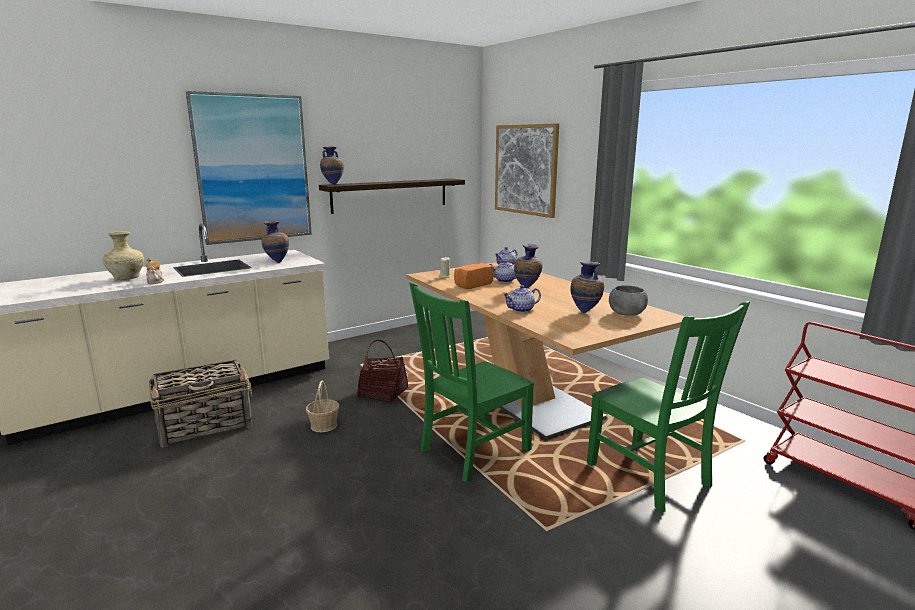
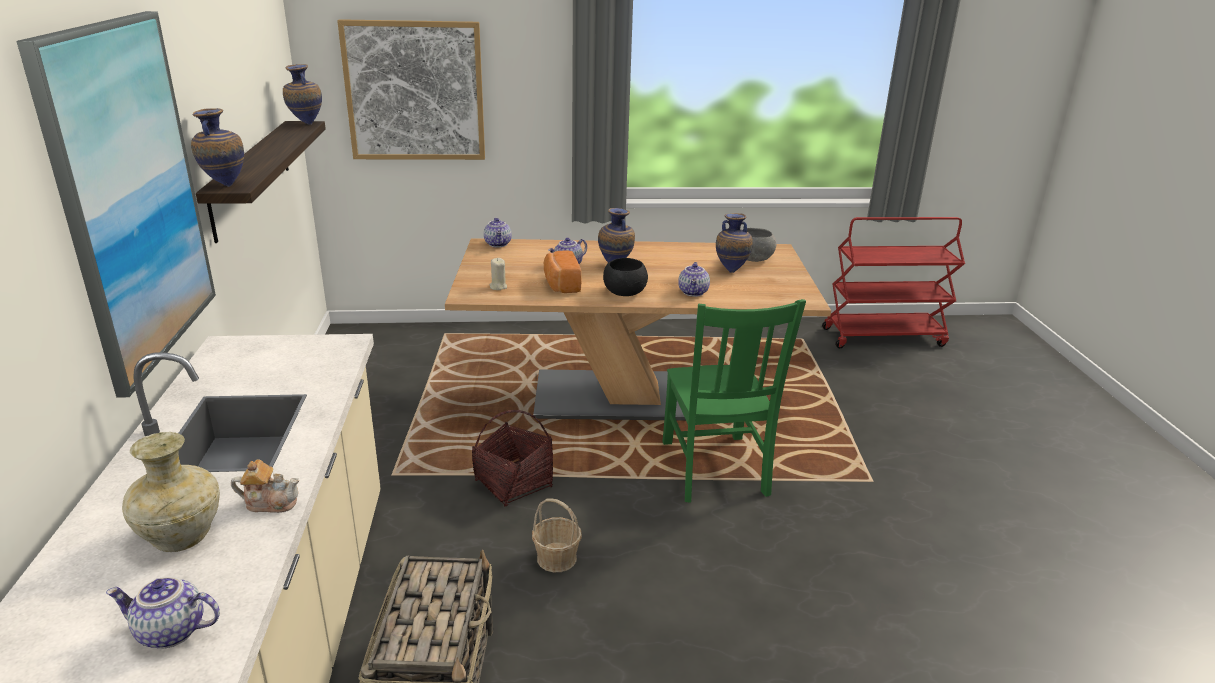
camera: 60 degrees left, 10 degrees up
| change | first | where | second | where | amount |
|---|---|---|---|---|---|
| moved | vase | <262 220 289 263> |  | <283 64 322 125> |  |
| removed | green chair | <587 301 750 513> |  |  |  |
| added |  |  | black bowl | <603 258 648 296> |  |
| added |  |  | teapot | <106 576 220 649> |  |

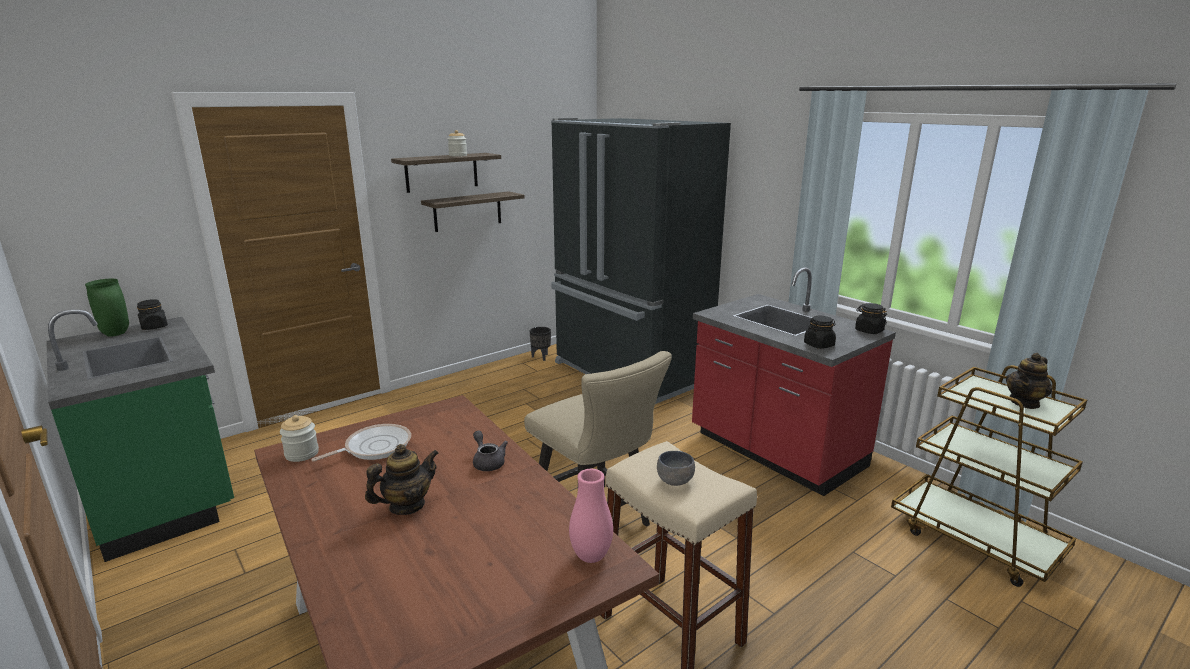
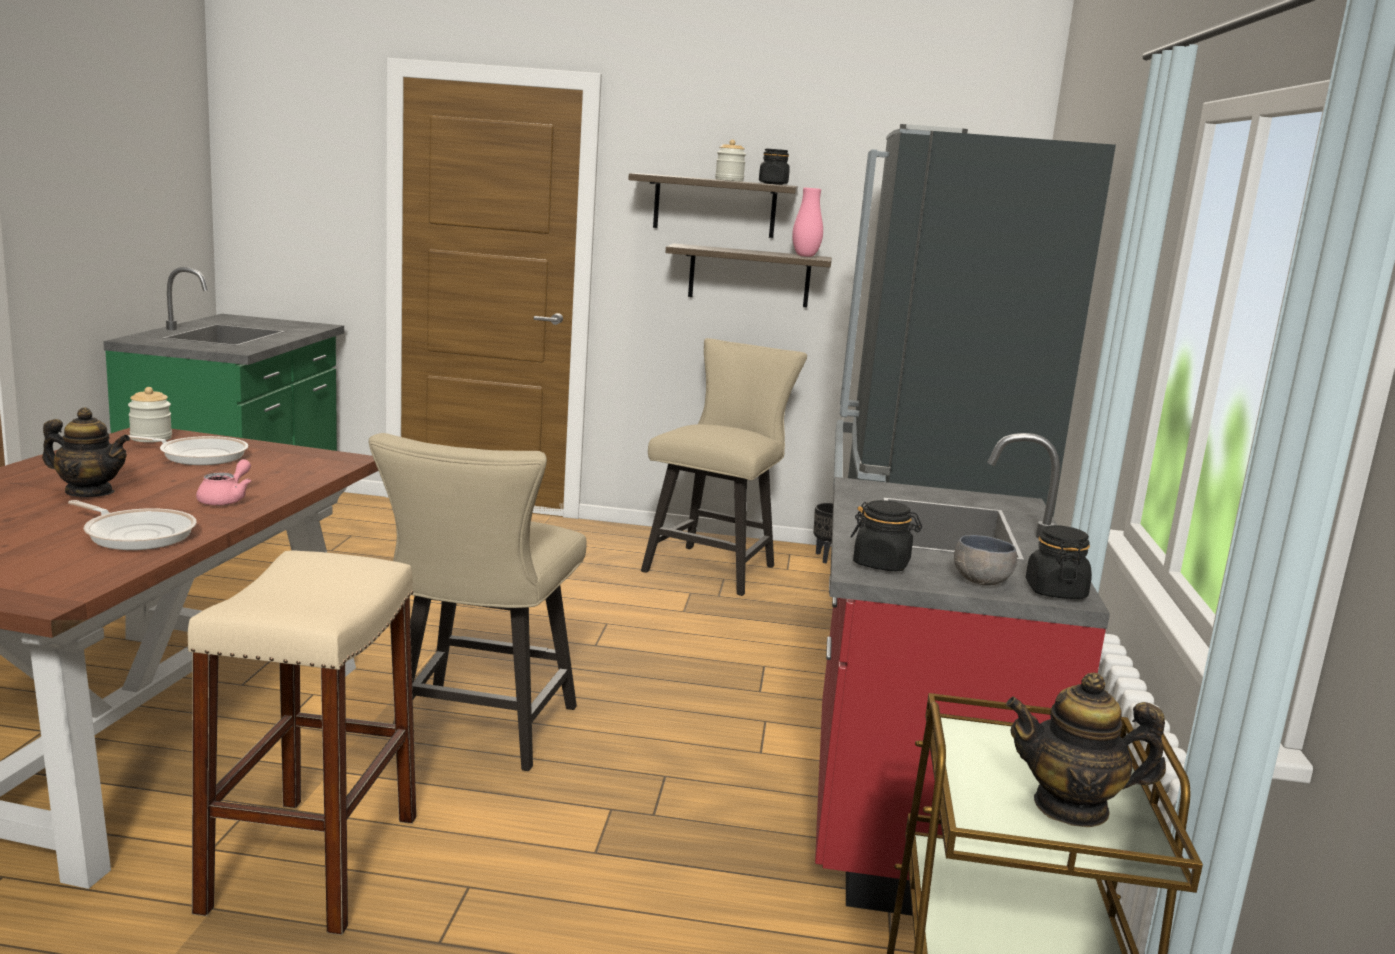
camera: 45 degrees right, 5 degrees down
| change | first | where | second | where | amount |
|---|---|---|---|---|---|
| removed | green vase | <85 279 129 337> |  |  |  |
| moved | black jar | <137 299 168 330> |  | <759 149 790 185> |  |
| recoloured | grey teapot | <473 431 508 471> | pink teapot | <196 459 251 506> |  |
| moved | grey bowl | <657 451 695 486> |  | <954 535 1017 586> |  |
| moved | pink vase | <569 469 613 563> |  | <792 188 823 257> |  |
| added |  |  | beige chair | <641 338 807 596> |  |
| added |  |  | frying pan | <68 500 197 550> |  |

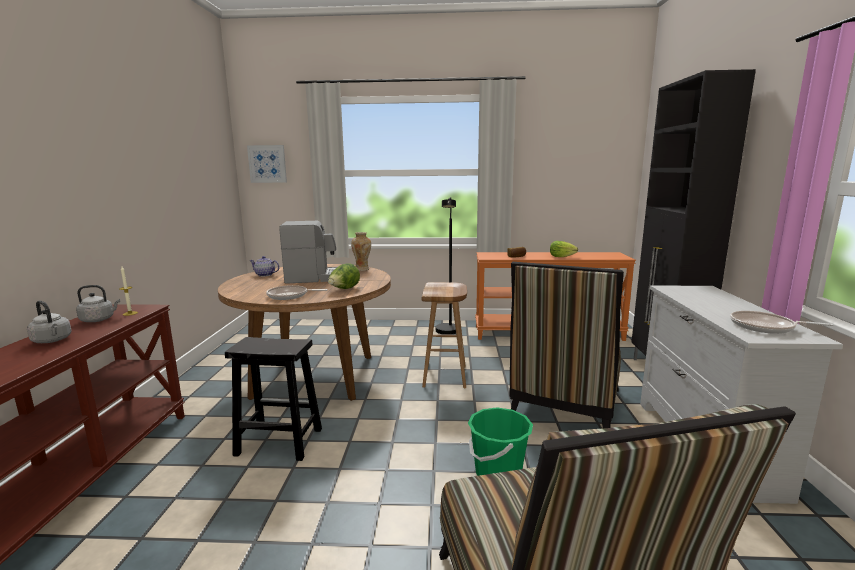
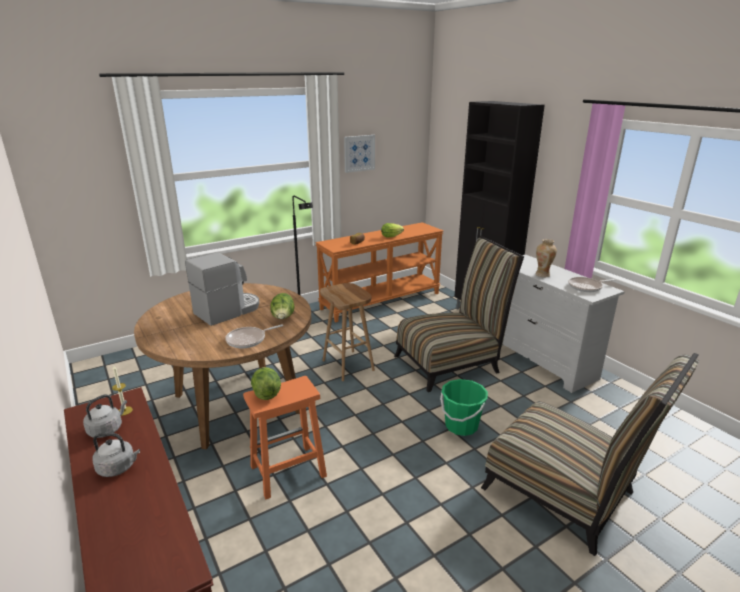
camera: 35 degrees left, 10 degrees up
| change | first | where | second | where | amount |
|---|---|---|---|---|---|
| moved | picture | <247 145 287 183> |  | <344 135 375 173> |  |
| moved | vase | <351 232 371 271> |  | <535 239 557 277> |  |
| removed | teapot | <249 256 279 277> |  |  |  |
| turned | chair | <510 262 624 428> |  | <394 236 524 392> | 105 degrees counterclockwise |
| recoloured | black stool | <225 337 322 461> | orange stool | <243 376 327 500> |  |
| added |  |  | lettuce | <251 367 281 400> |  |

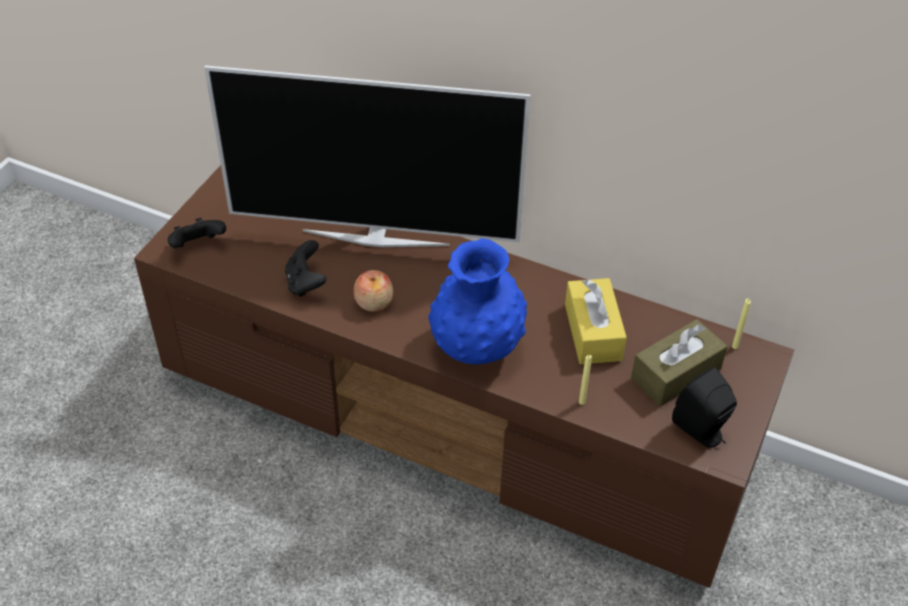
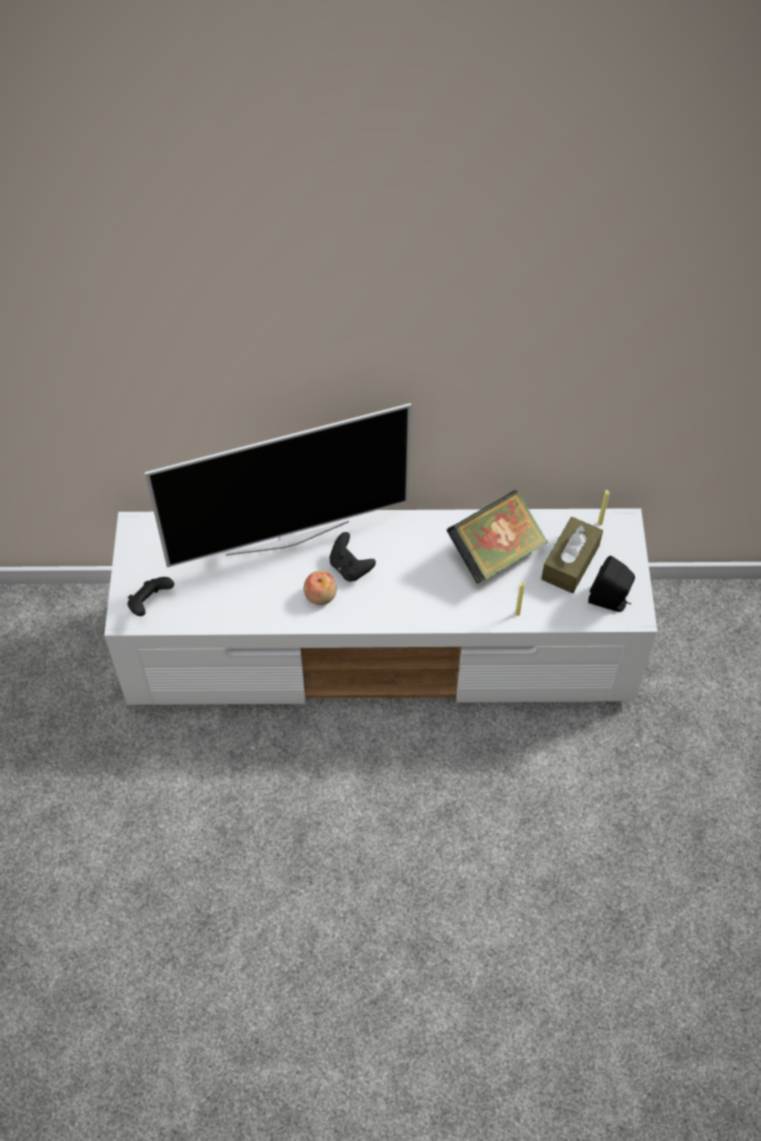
camera: 25 degrees left, 10 degrees up
| change | first | where | second | where | amount |
|---|---|---|---|---|---|
| recoloured | brown tv stand | <134 165 794 588> | white tv stand | <104 508 657 705> |  |
| removed | blue vase | <428 238 527 364> |  |  |  |
| moved | black game controller | <285 240 326 297> |  | <329 532 376 582> |  |
| replaced | yellow tissue box | <565 278 627 364> | book | <447 490 548 584> |  |

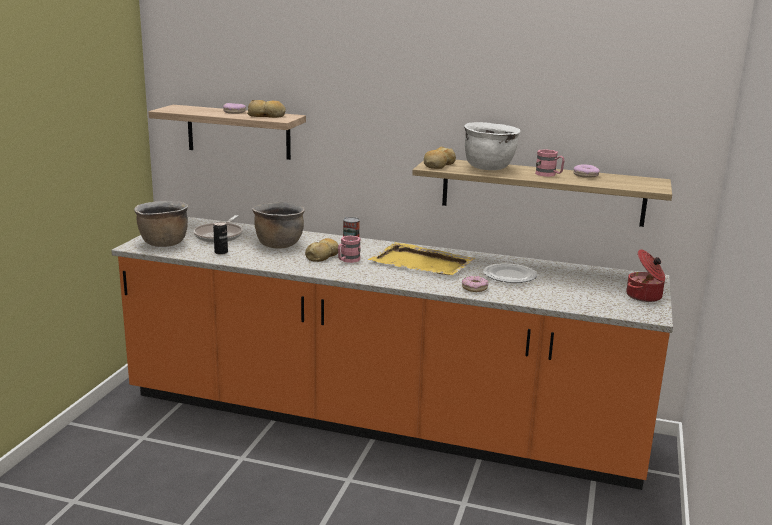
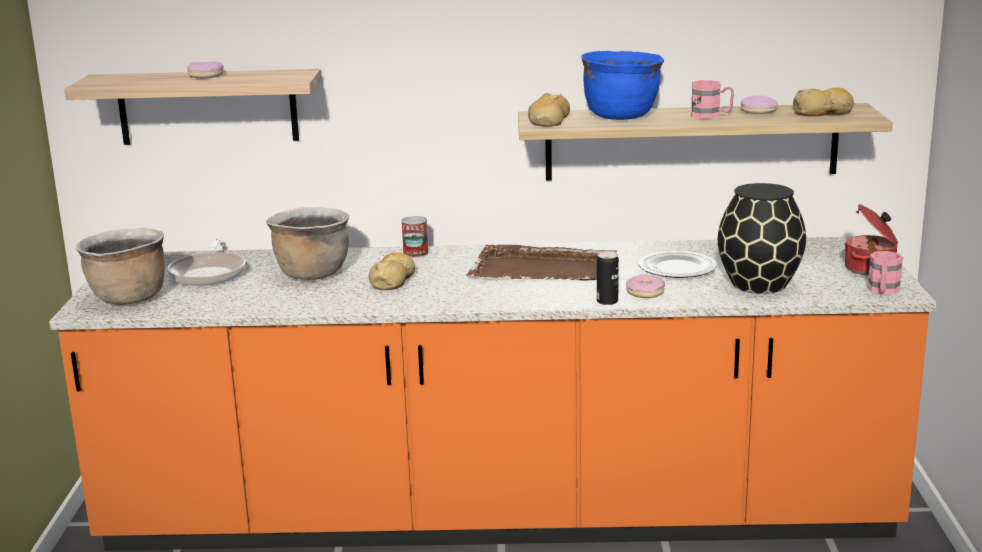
camera: 15 degrees left, 0 degrees up
| change | first | where | second | where | amount |
|---|---|---|---|---|---|
| moved | bread | <247 100 286 118> |  | <793 87 854 116> |  |
| recoloured | white cooking pot | <464 122 520 170> | blue cooking pot | <581 51 664 120> |  |
| moved | can | <213 222 228 255> |  | <597 251 619 305> |  |
| moved | pink mug | <338 236 361 263> |  | <867 251 903 295> |  |
| recoloured | yellow tray | <368 242 475 275> | brown tray | <466 245 617 281> |  |
| added |  |  | black vase | <718 183 806 294> |  |

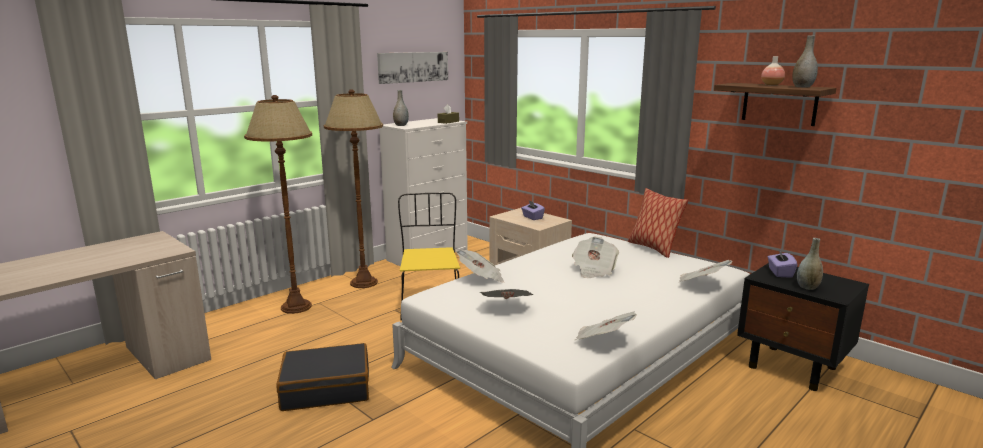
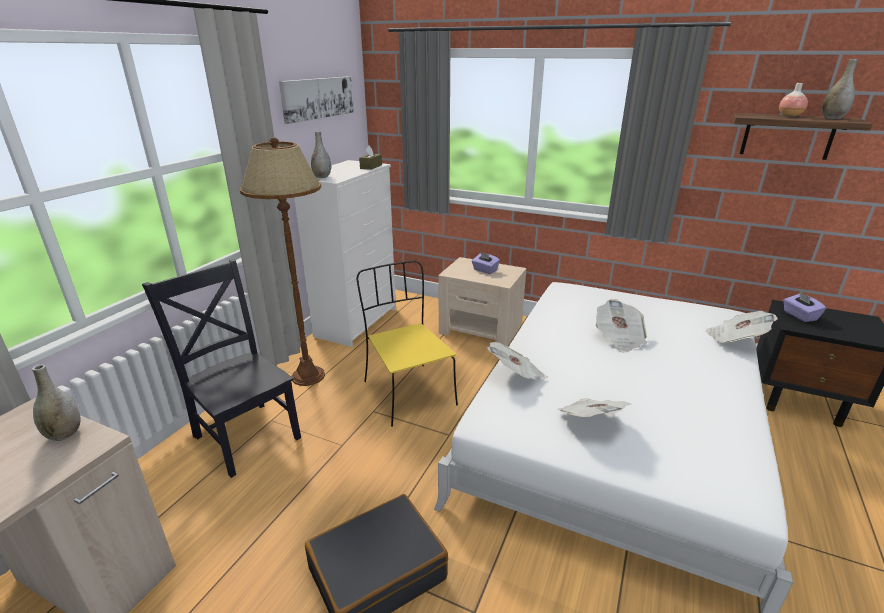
camera: 20 degrees left, 10 degrees up
| change | first | where | second | where | amount |
|---|---|---|---|---|---|
| replaced | brown floor lamp | <244 95 312 314> | black chair | <142 259 301 478> |  |
| removed | pillow | <628 188 688 258> |  |  |  |
| moved | grey vase | <797 238 823 290> |  | <32 364 81 441> |  |
| removed | newspaper | <575 311 637 340> |  |  |  |

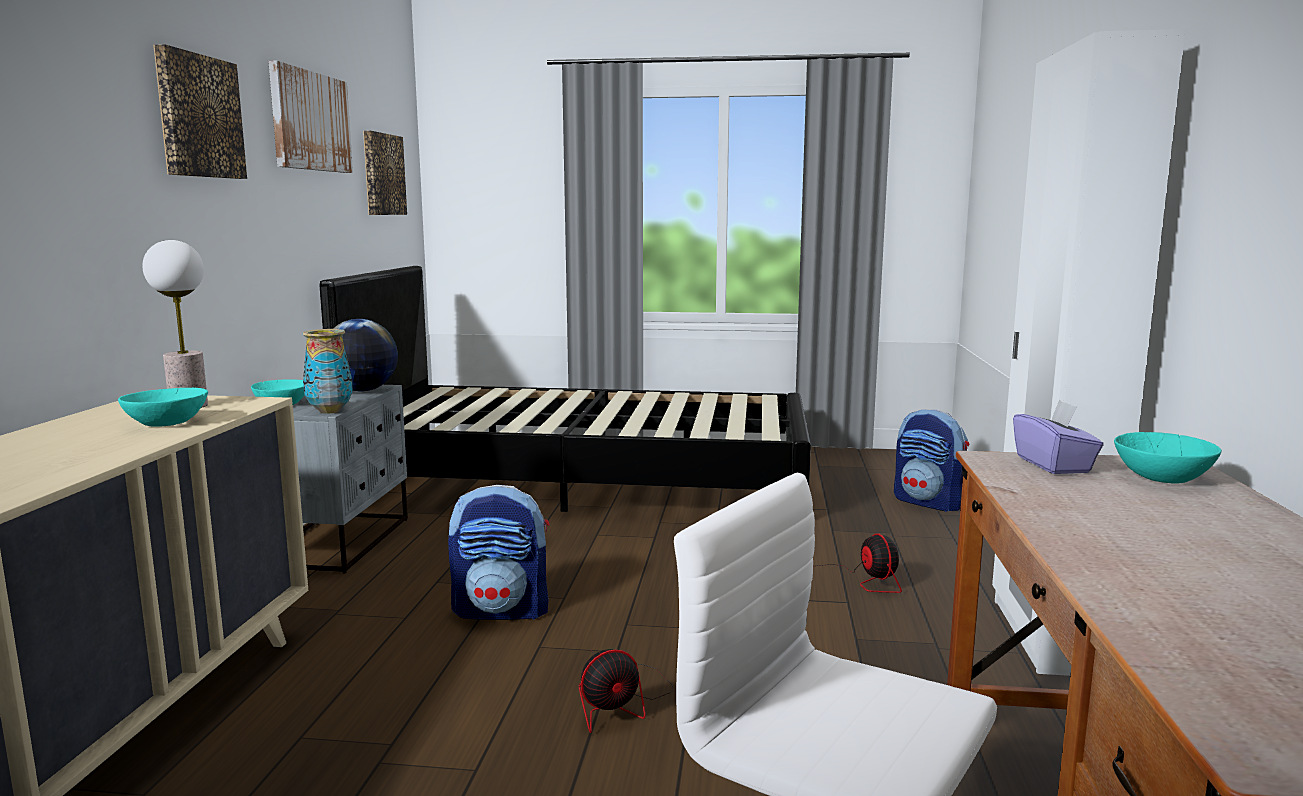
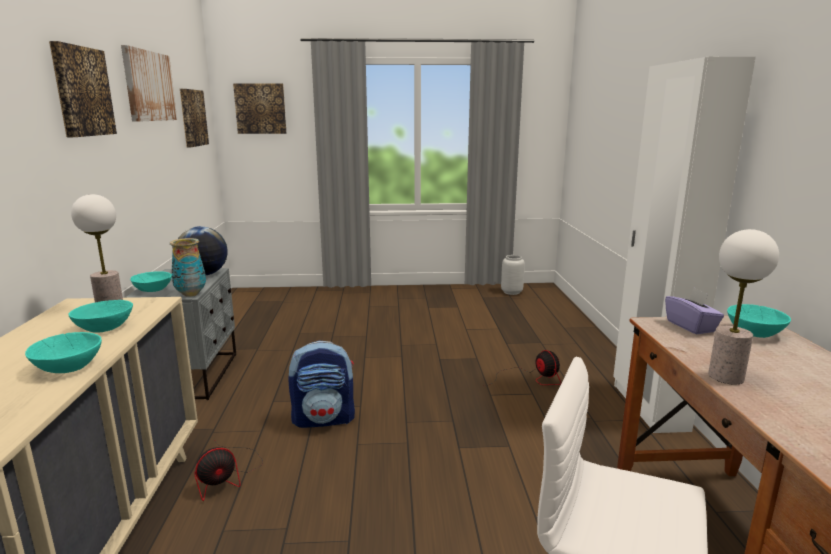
camera: 10 degrees left, 5 degrees up
| change | first | where | second | where | amount |
|---|---|---|---|---|---|
| removed | black bed | <320 266 811 512> |  |  |  |
| removed | backpack | <894 409 969 512> |  |  |  |
| moved | fan | <579 649 673 733> |  | <194 441 263 501> |  |
| added |  |  | picture | <233 84 287 134> |  |
| added |  |  | table lamp | <708 229 779 385> |  |
| added |  |  | grey vase | <501 255 525 295> |  |
| added |  |  | turquoise bowl | <25 332 102 373> |  |

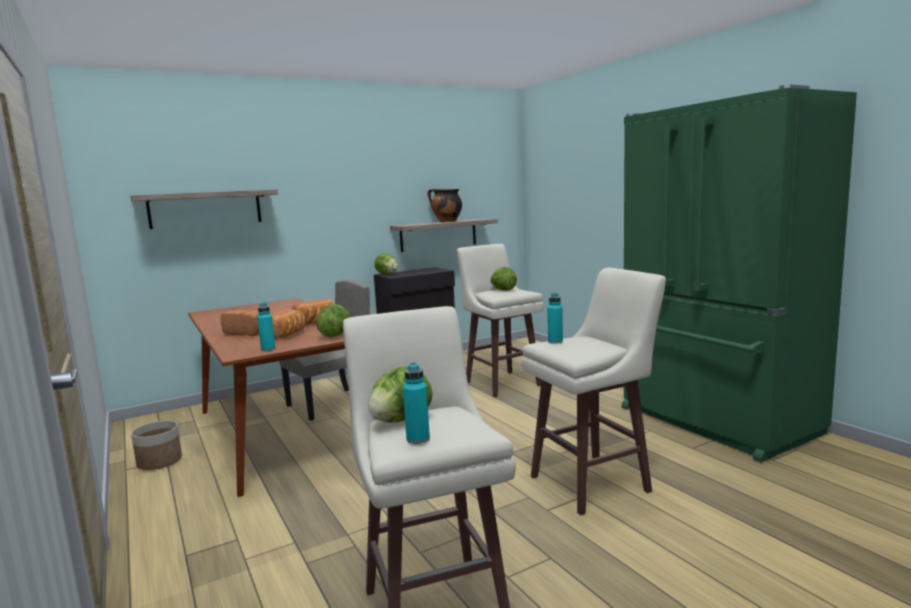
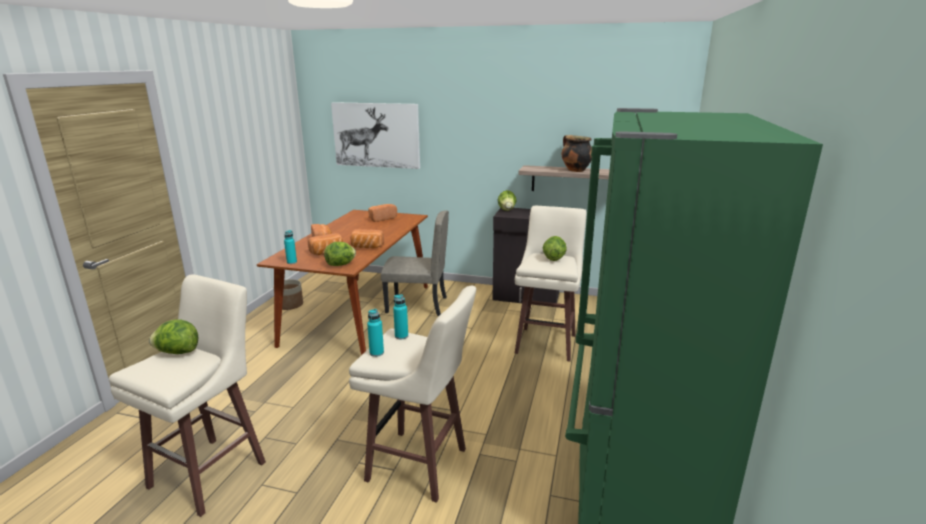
camera: 45 degrees right, 10 degrees up
| change | first | where | second | where | amount |
|---|---|---|---|---|---|
| replaced | shelf | <130 189 278 229> | picture | <331 102 420 169> |  |
| moved | turquoise bottle | <403 363 430 444> |  | <367 309 384 357> |  |
| added |  |  | bread | <368 204 397 222> |  |

